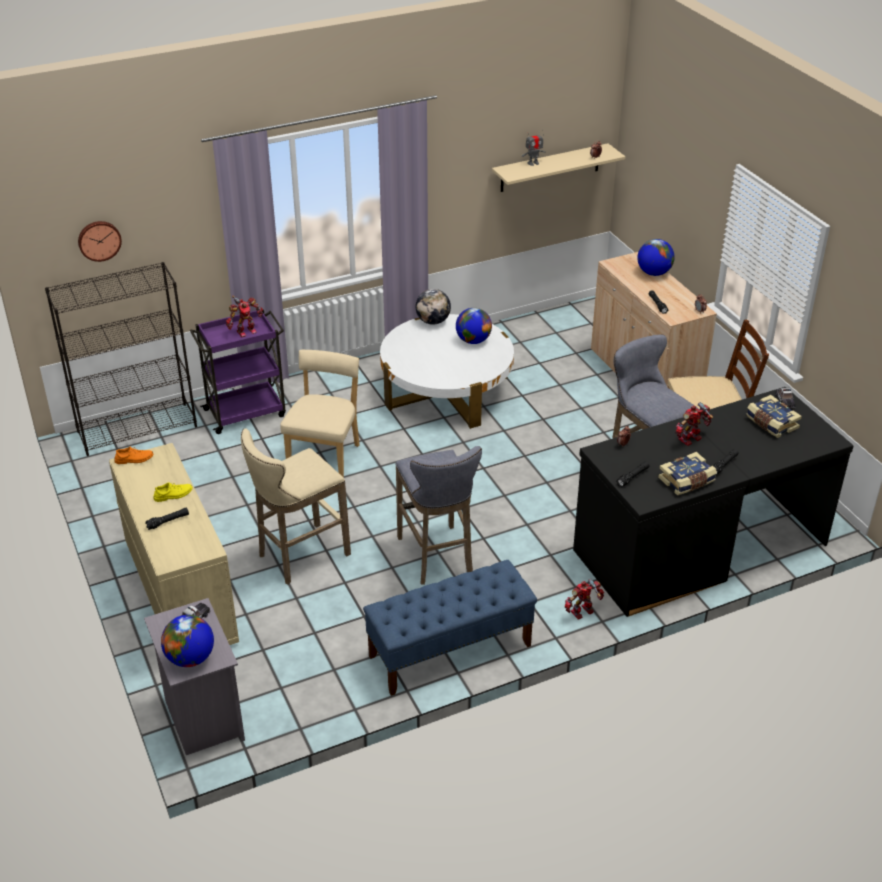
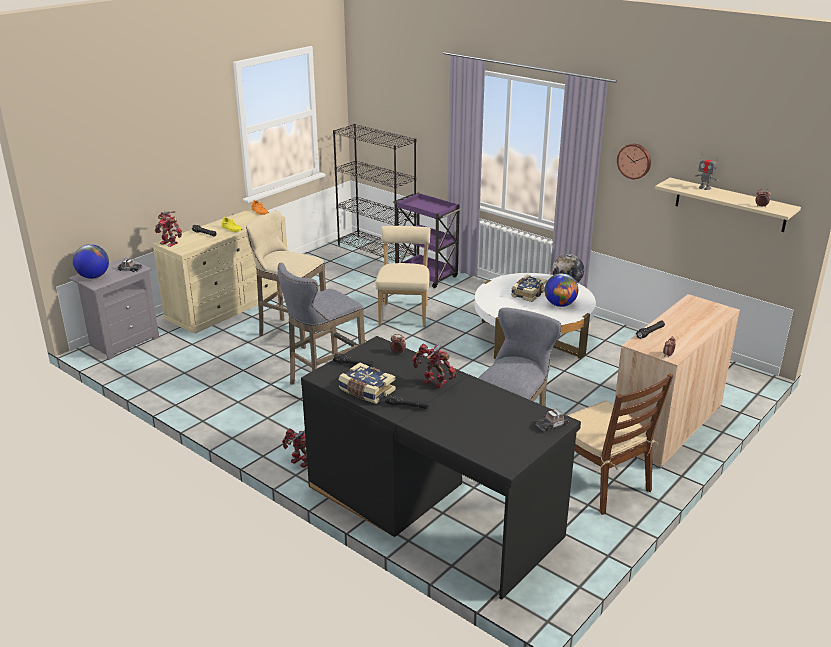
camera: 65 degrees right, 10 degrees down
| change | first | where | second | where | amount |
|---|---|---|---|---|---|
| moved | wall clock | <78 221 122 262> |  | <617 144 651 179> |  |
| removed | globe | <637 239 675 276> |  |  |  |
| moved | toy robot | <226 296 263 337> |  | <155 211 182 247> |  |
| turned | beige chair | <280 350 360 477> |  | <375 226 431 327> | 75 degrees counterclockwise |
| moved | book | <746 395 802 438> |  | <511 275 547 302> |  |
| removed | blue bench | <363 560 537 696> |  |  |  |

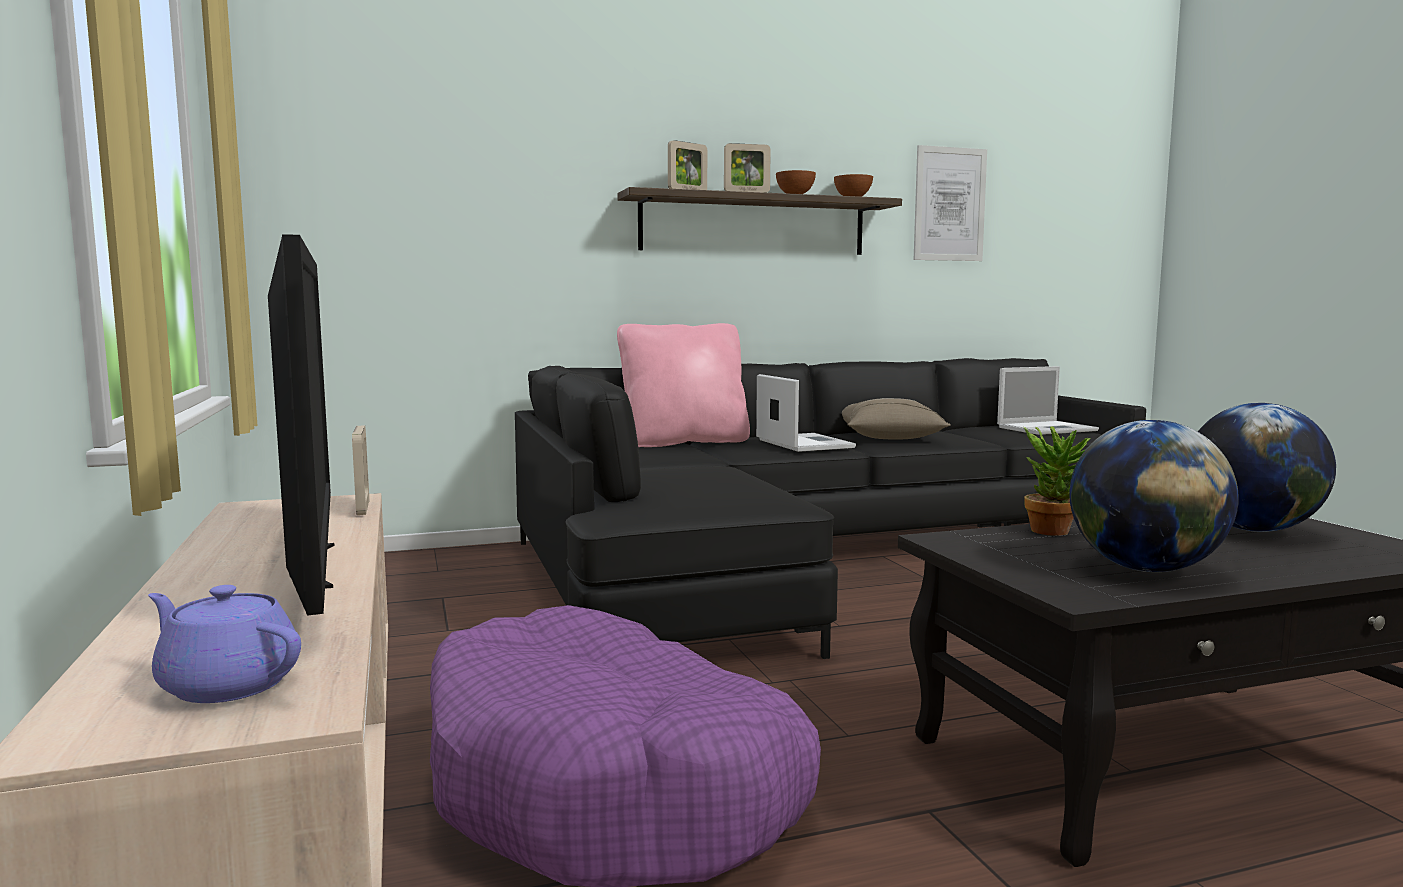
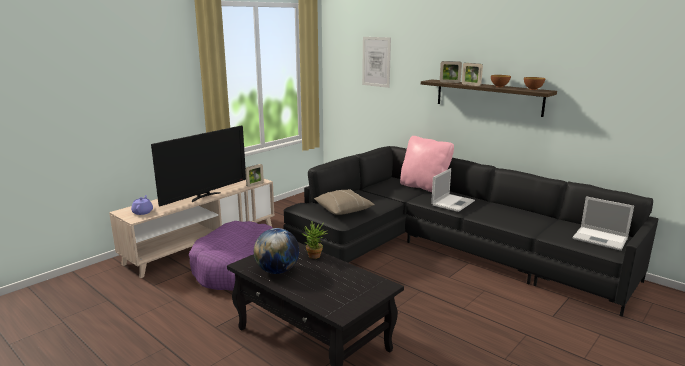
camera: 60 degrees right, 10 degrees up
| change | first | where | second | where | amount |
|---|---|---|---|---|---|
| moved | picture | <914 145 987 261> |  | <362 37 391 88> |  |
| moved | beige pillow | <842 398 951 439> |  | <314 189 375 215> |  |
| removed | globe | <1198 403 1336 532> |  |  |  |

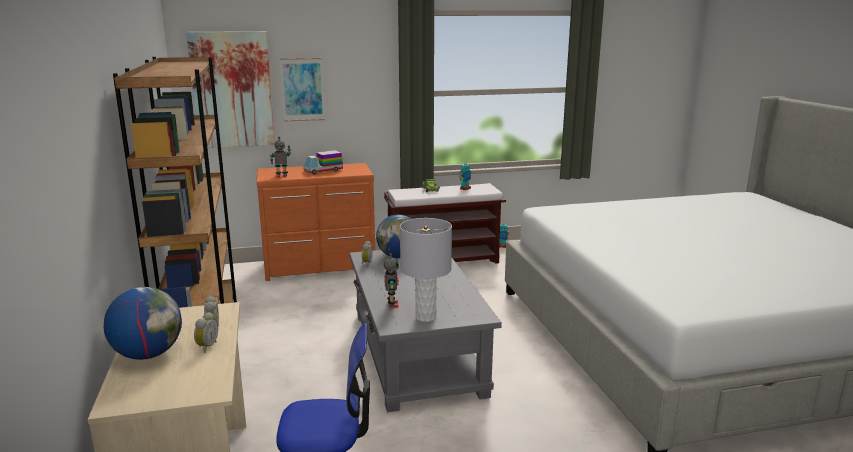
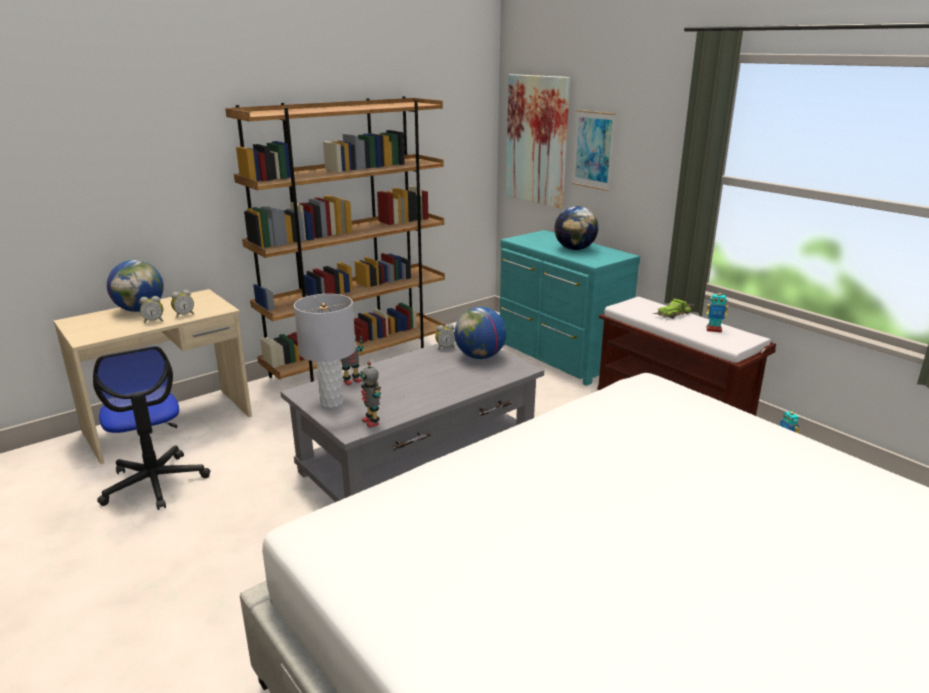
camera: 65 degrees right, 5 degrees up
| change | first | where | second | where | amount |
|---|---|---|---|---|---|
| moved | toy robot | <270 137 291 177> |  | <360 362 381 428> |  |
| replaced | toy truck | <303 150 343 174> | globe | <554 206 598 250> |  |
| recoloured | orange dresser | <257 163 375 281> | turquoise dresser | <500 230 640 386> |  |

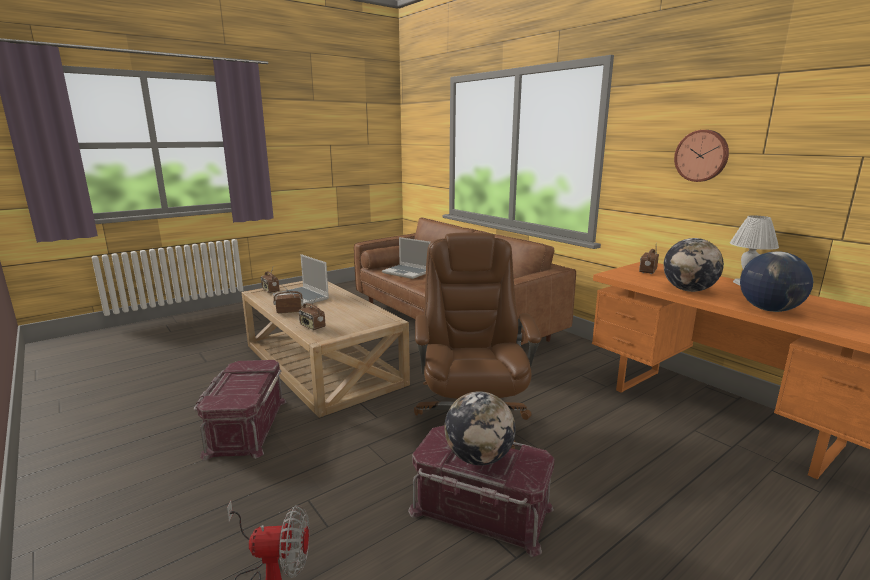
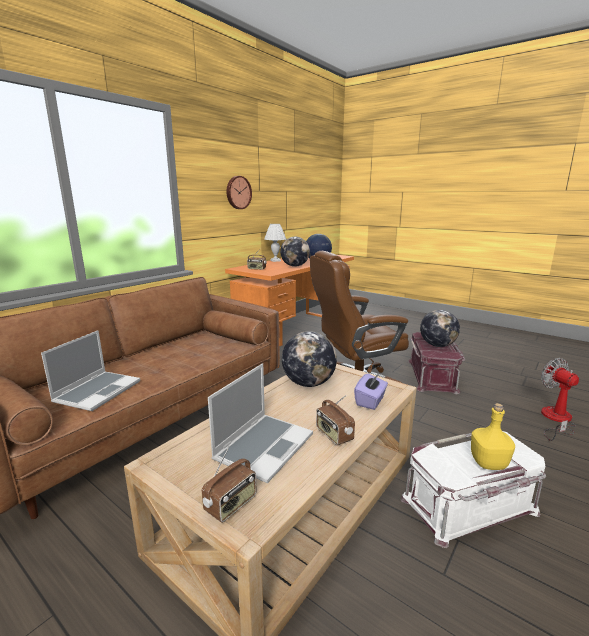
camera: 105 degrees left, 0 degrees up
| change | first | where | second | where | amount |
|---|---|---|---|---|---|
| replaced | radio | <299 297 325 330> | purple tissue box | <354 372 388 410> |  |
| recoloured | red storage box | <194 360 286 460> | white storage box | <401 431 546 548> |  |
| added |  |  | globe | <282 331 337 387> |  |
| added |  |  | yellow bottle | <471 403 515 470> |  |

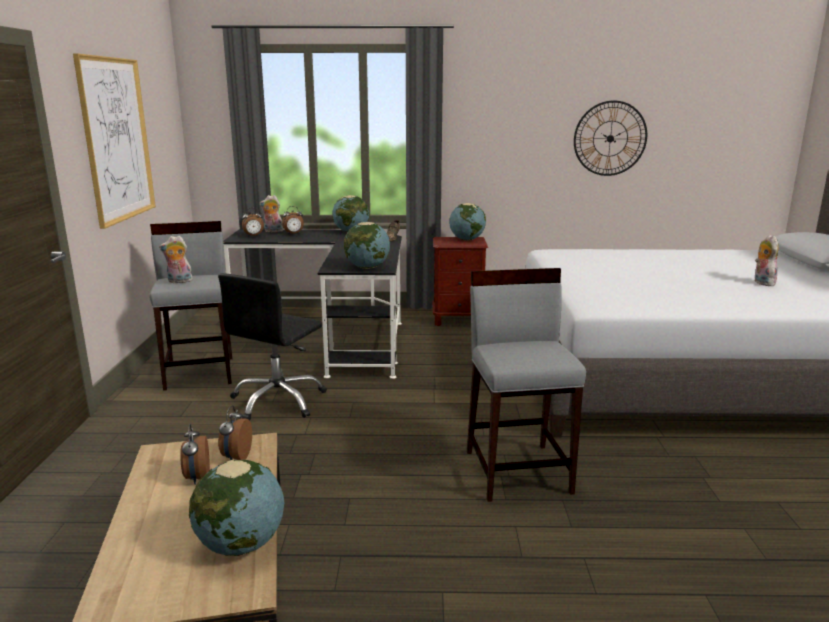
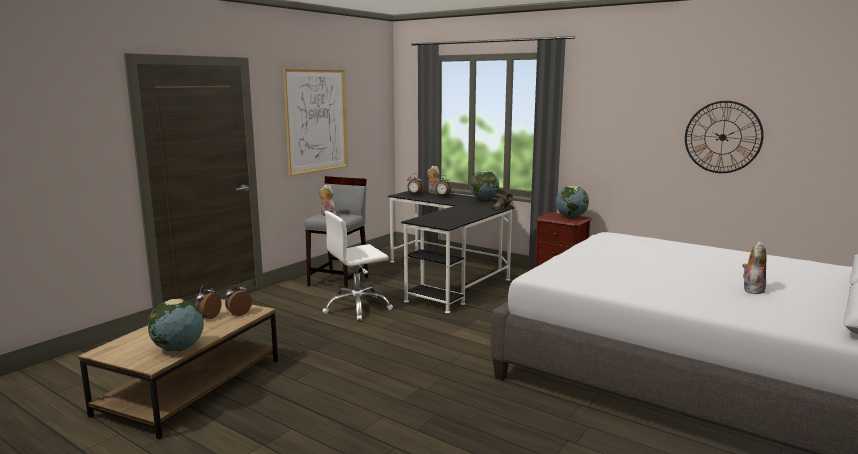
camera: 35 degrees right, 5 degrees down
| change | first | where | second | where | amount |
|---|---|---|---|---|---|
| removed | globe | <344 222 390 269> |  |  |  |
| removed | grey stool | <467 268 586 502> |  |  |  |
| recoloured | black office chair | <218 273 327 420> | white office chair | <322 211 393 321> |  |

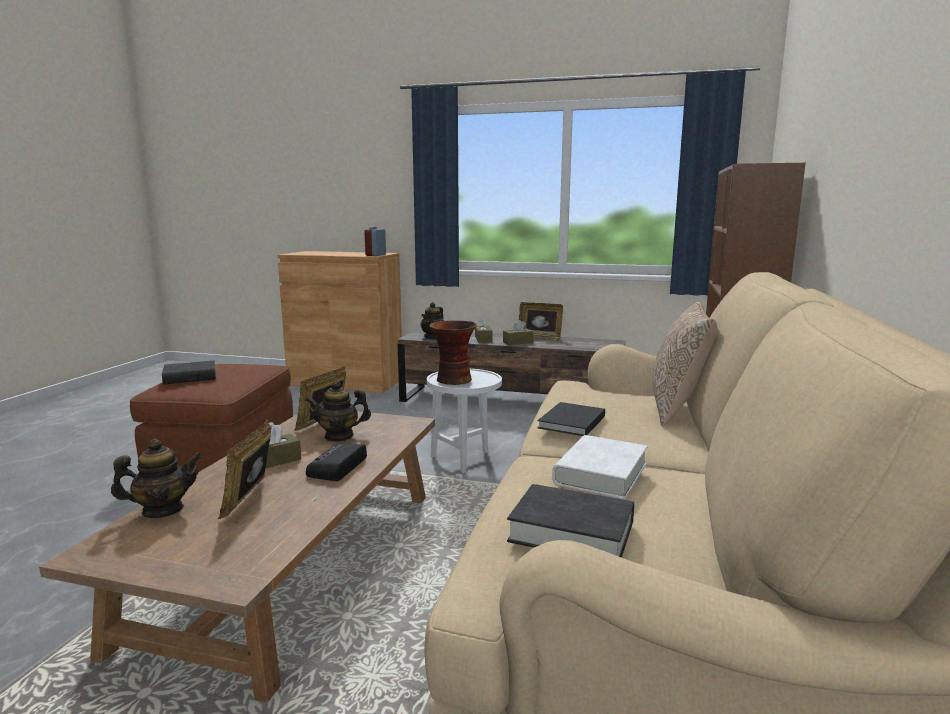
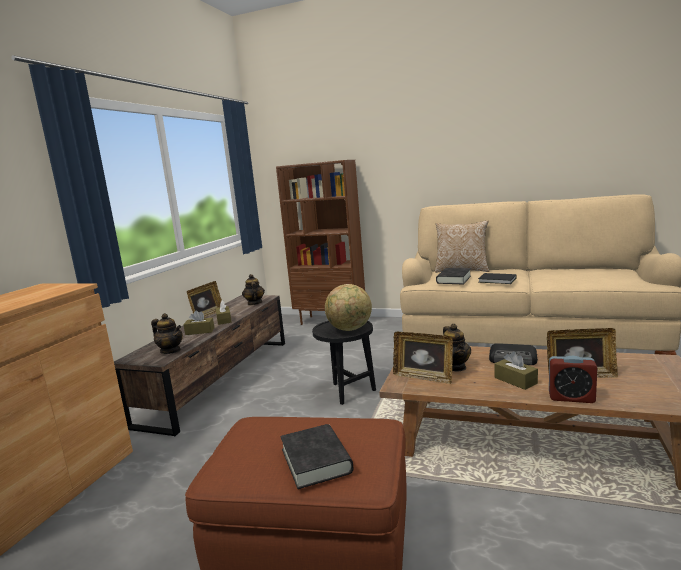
camera: 85 degrees left, 0 degrees up
| change | first | where | second | where | amount |
|---|---|---|---|---|---|
| moved | alarm clock | <364 226 386 256> |  | <549 356 598 403> |  |
| replaced | vase | <429 320 477 385> | globe | <325 284 372 331> |  |
| recoloured | white side table | <427 369 502 473> | black side table | <312 321 376 405> |  |
| removed | white book | <552 435 647 500> |  |  |  |
| moved | teapot | <111 439 202 518> |  | <242 274 265 305> |  |
| moved | black book | <507 484 634 558> |  | <436 268 471 284> |  |

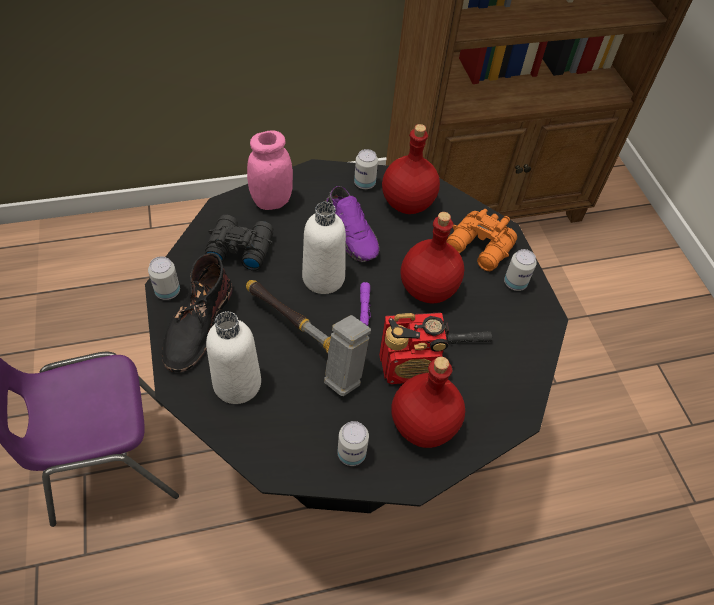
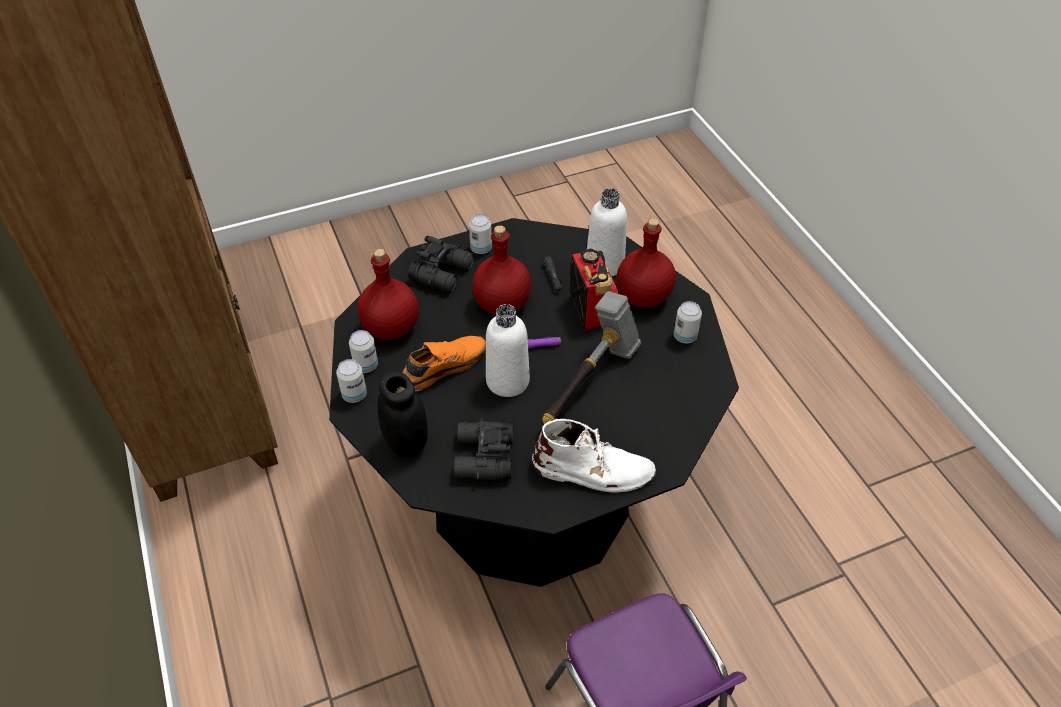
camera: 95 degrees left, 5 degrees down
| change | first | where | second | where | amount |
|---|---|---|---|---|---|
| recoloured | pink jar | <247 130 293 210> | black jar | <378 371 428 457> |  |
| recoloured | purple shoe | <325 186 379 262> | orange shoe | <402 336 486 391> |  |
| recoloured | orange binoculars | <447 209 517 271> | black binoculars | <408 235 475 293> |  |
| recoloured | black boot | <162 253 233 372> | white boot | <532 419 656 492> |  |
| moved | can | <148 256 180 300> |  | <336 359 367 403> |  |
| moved | white bottle | <206 311 261 404> |  | <587 188 627 277> |  |

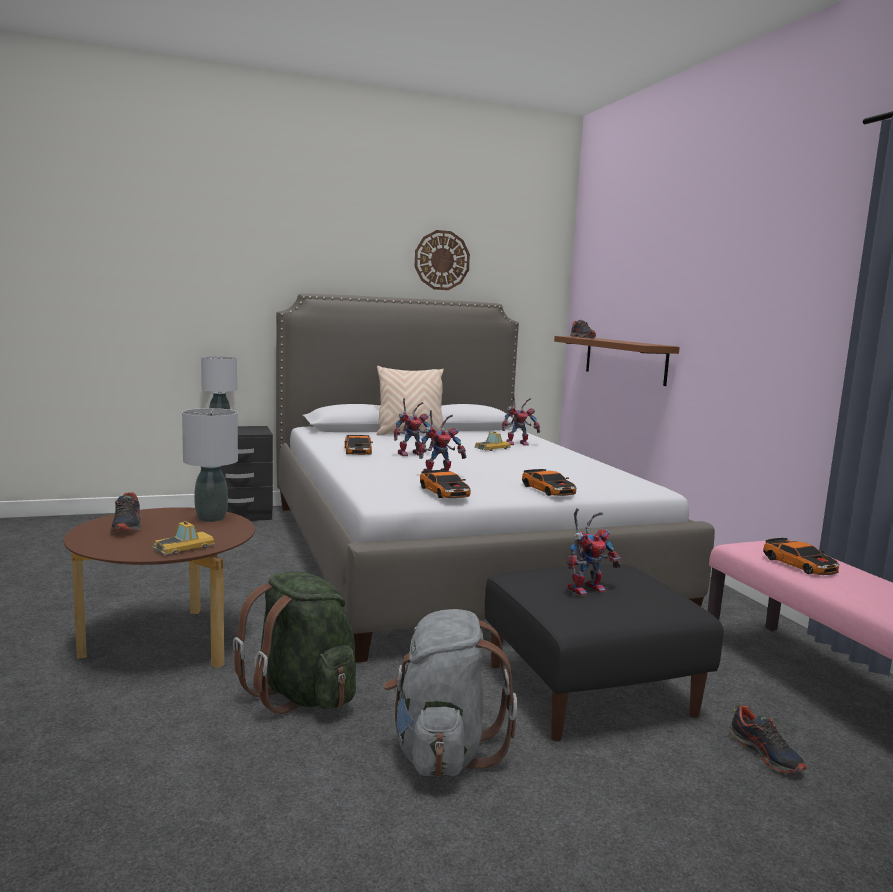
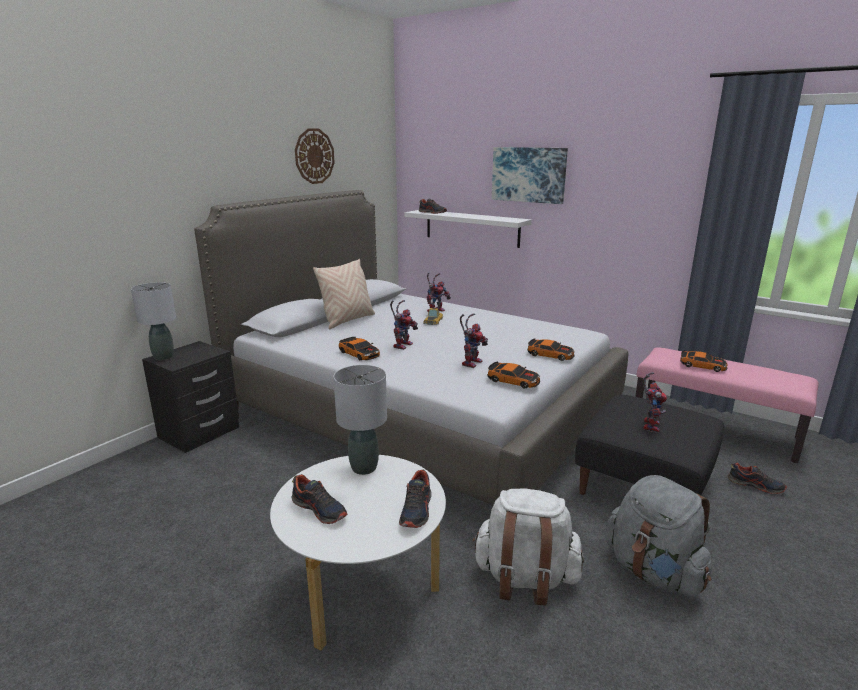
camera: 35 degrees left, 10 degrees up
| change | first | where | second | where | amount |
|---|---|---|---|---|---|
| recoloured | brown shelf | <554 336 680 386> | white shelf | <404 210 531 248> |  |
| recoloured | brown coffee table | <64 507 255 668> | white coffee table | <270 455 446 650> |  |
| replaced | toy car | <152 521 215 555> | shoe | <399 469 432 528> |  |
| recoloured | green backpack | <233 571 356 714> | white backpack | <472 489 584 606> |  |
| added |  |  | picture | <492 147 568 204> |  |

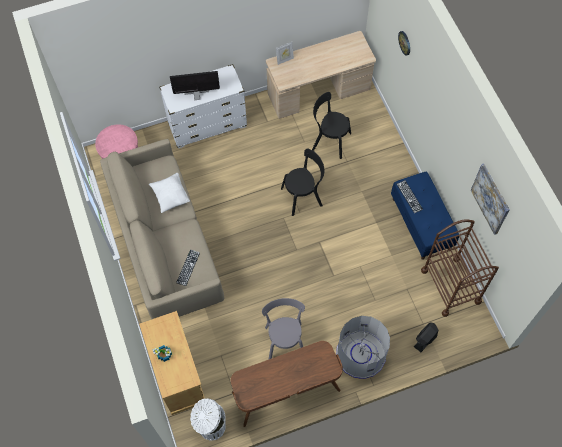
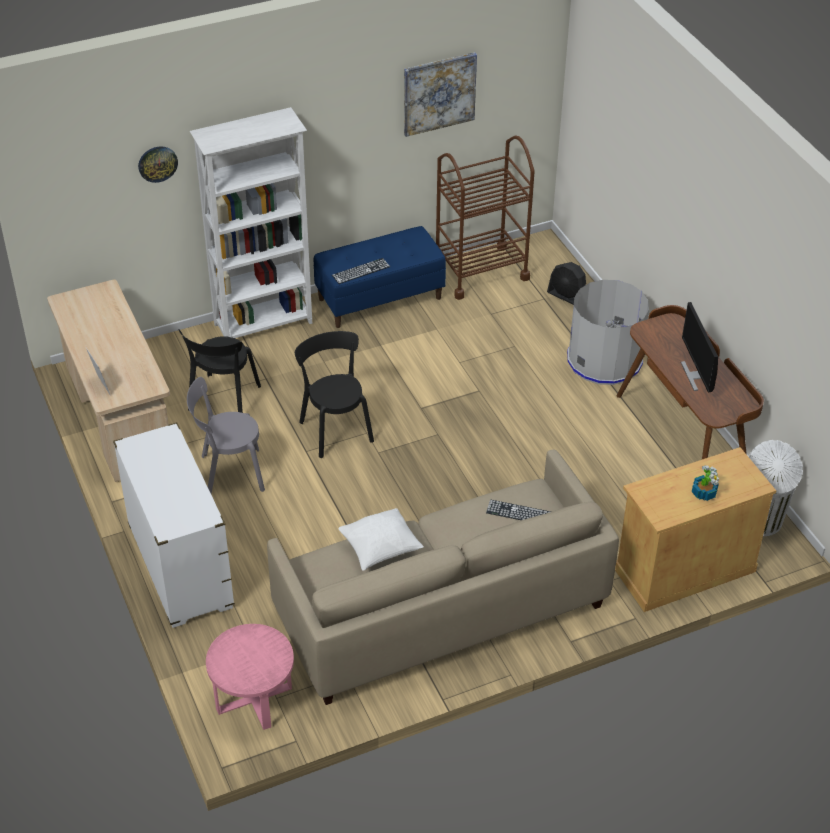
camera: 95 degrees left, 20 degrees down
| change | first | where | second | where | amount |
|---|---|---|---|---|---|
| moved | monitor | <170 71 220 100> |  | <681 302 718 392> |  |
| moved | grey chair | <262 298 305 359> |  | <187 377 265 494> |  |
| added |  |  | white bookcase | <190 107 312 338> |  |

